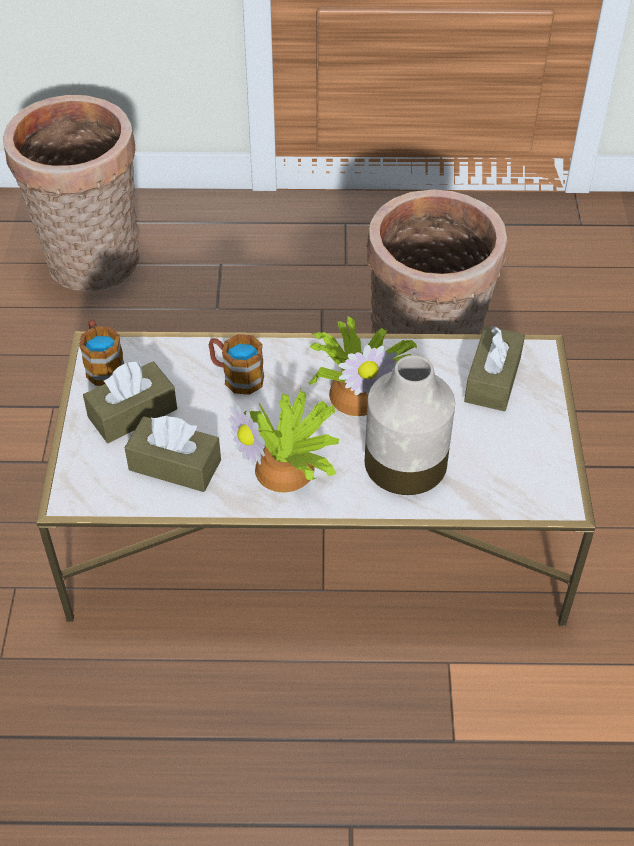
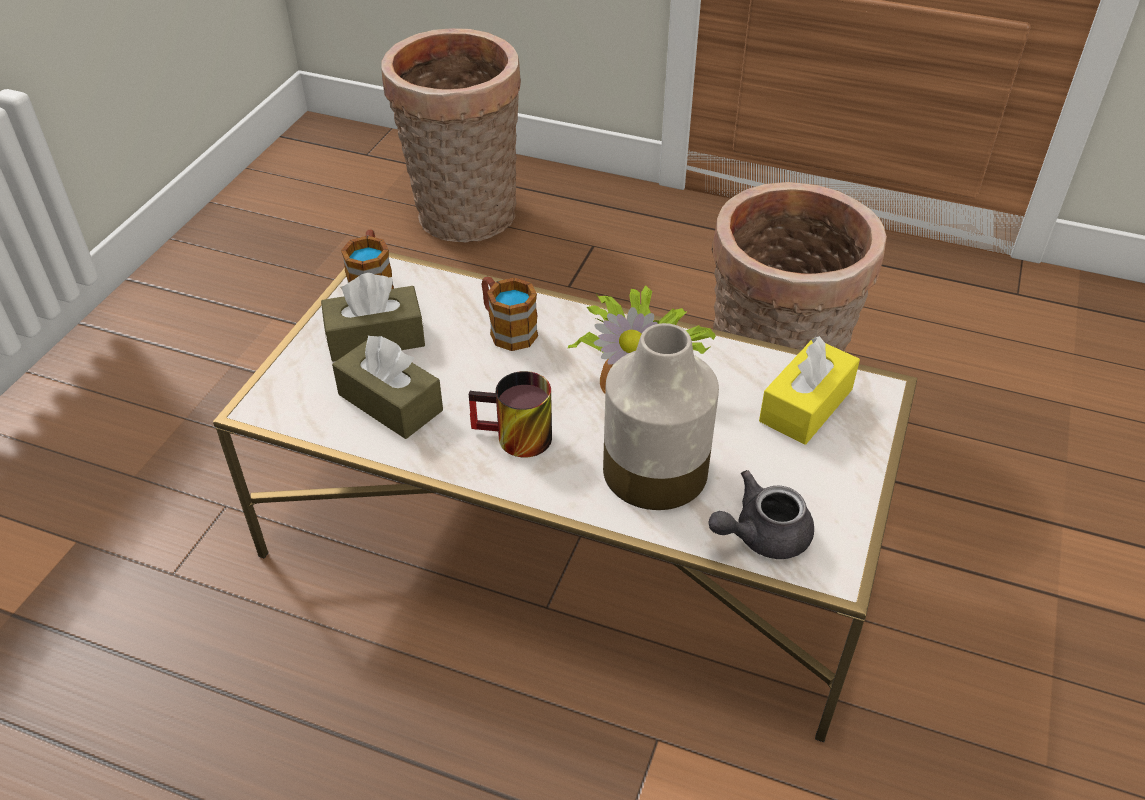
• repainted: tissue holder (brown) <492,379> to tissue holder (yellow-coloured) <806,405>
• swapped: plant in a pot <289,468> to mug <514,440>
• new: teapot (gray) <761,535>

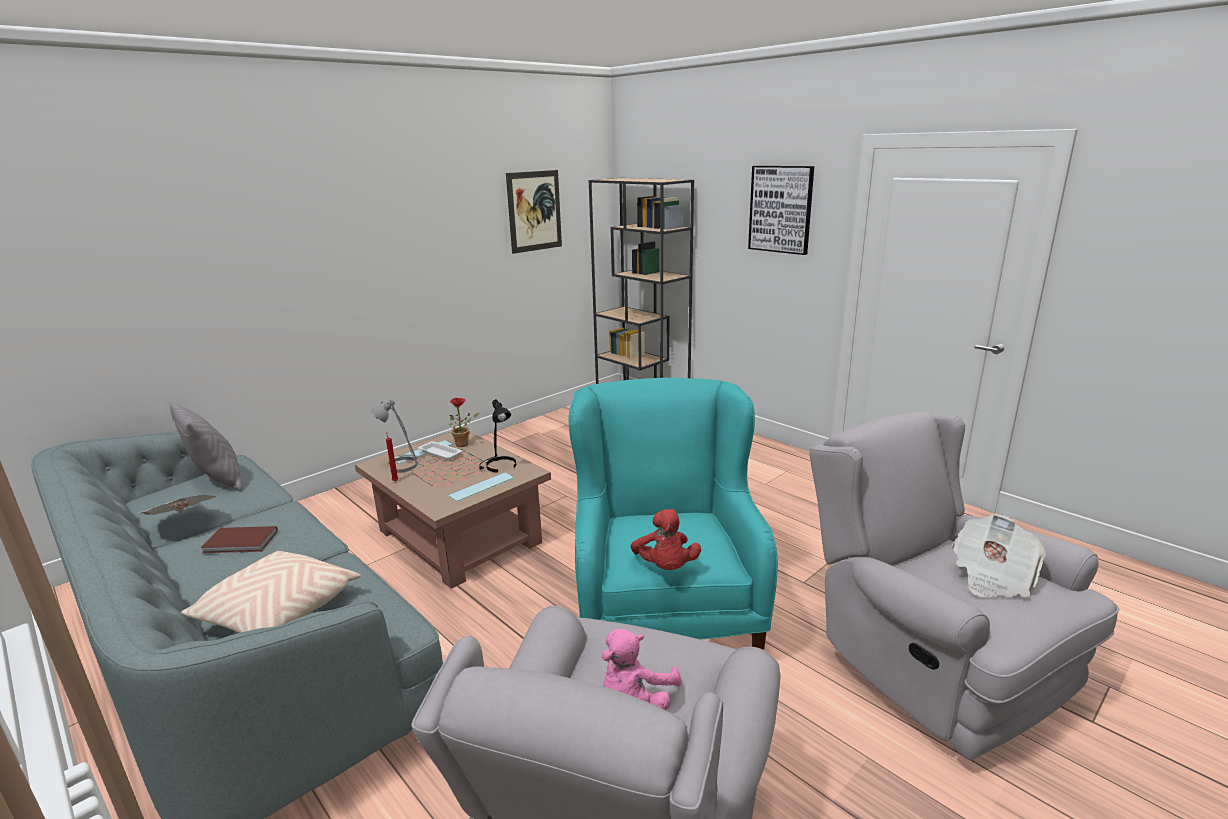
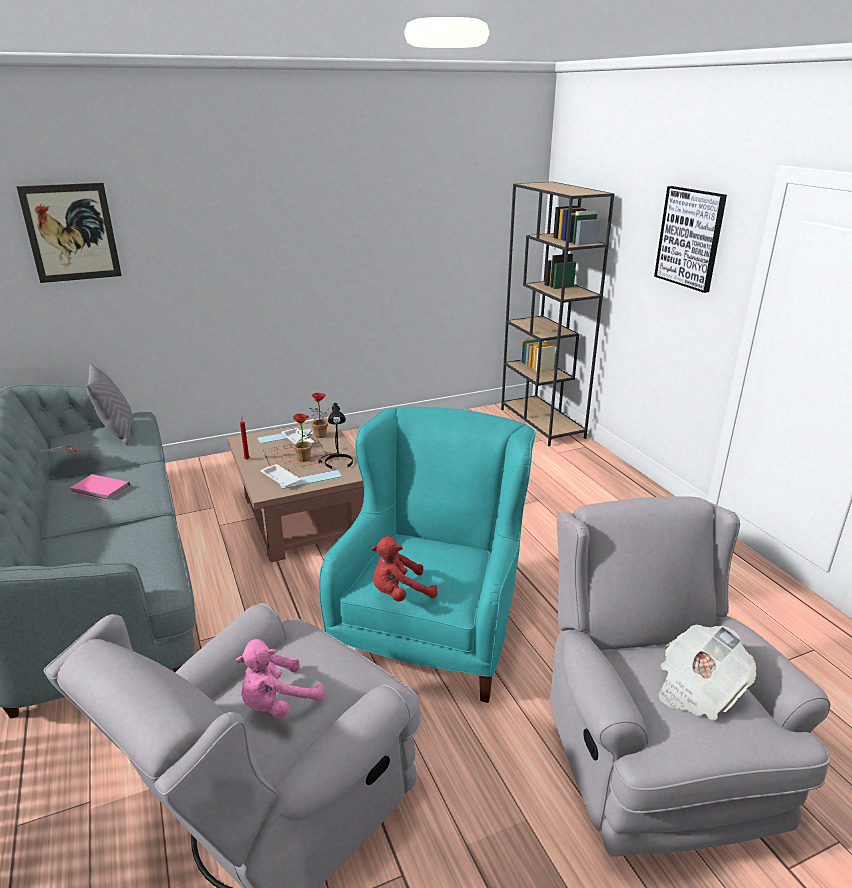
• shifted: wall picture <534,211> to <71,233>
• gone: lamp for a table (gray) <401,465>
• rotated: plush toy (red-coloured) <665,567> = <400,593> 60 degrees clockwise
• repainted: volume (brown) <241,542> to volume (pinkish) <100,489>
• gone: cushion (beige-coloured) <277,613>
• new: plant in a pot <305,459>
• new: serving tray (whitish) <280,478>

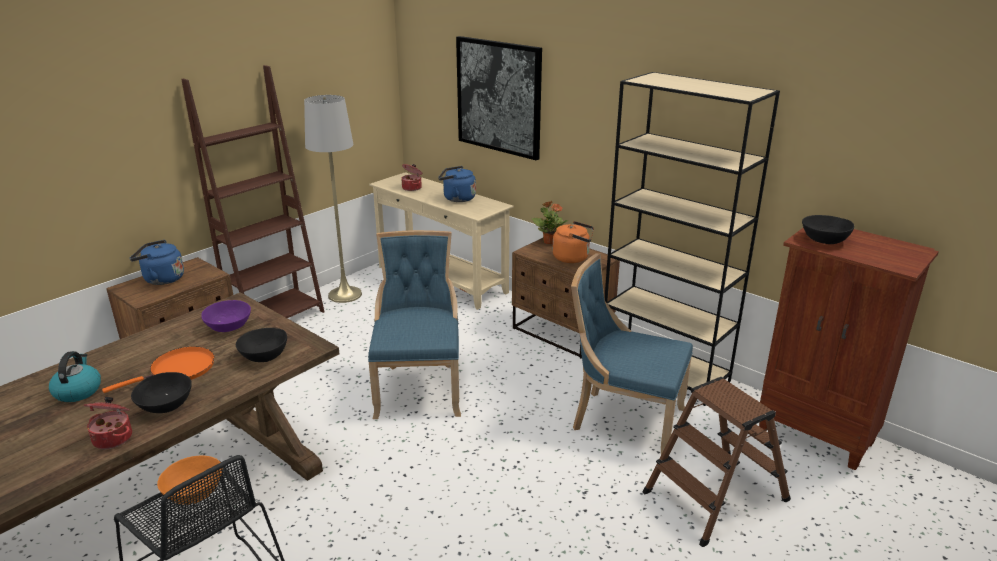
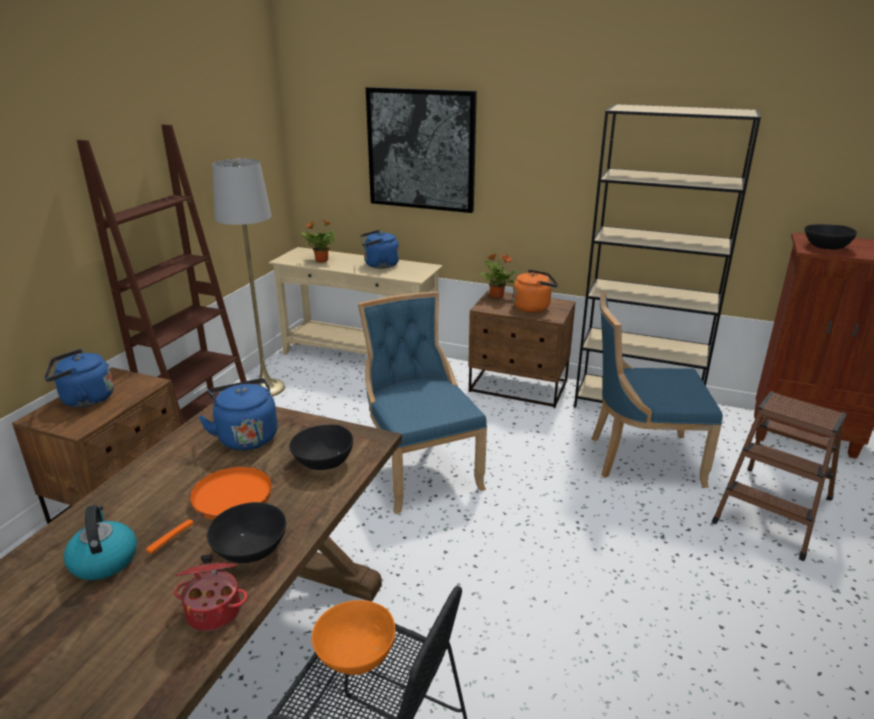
• swapped: saucepot <412,188> to plant in a pot <321,260>
• swapped: deep dish (purple) <229,327> to water kettle (blue-coloured) <246,436>

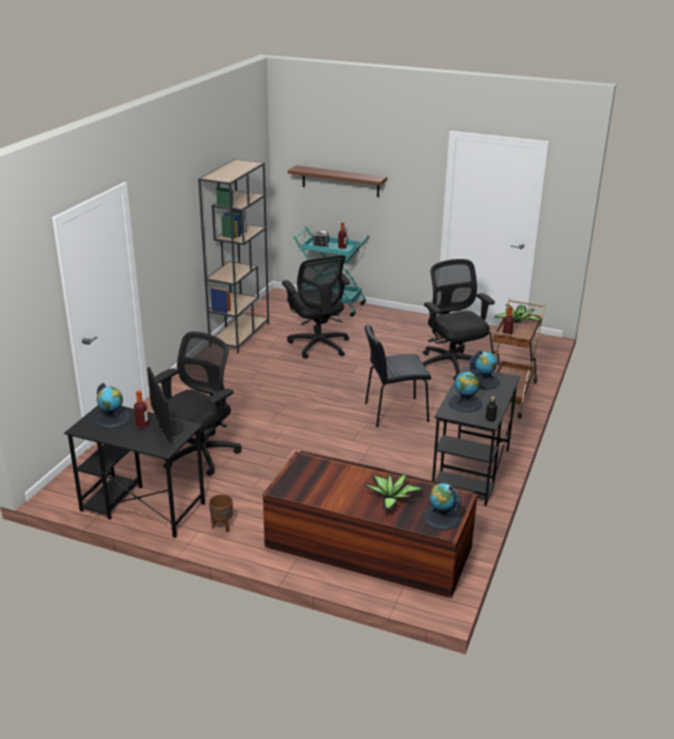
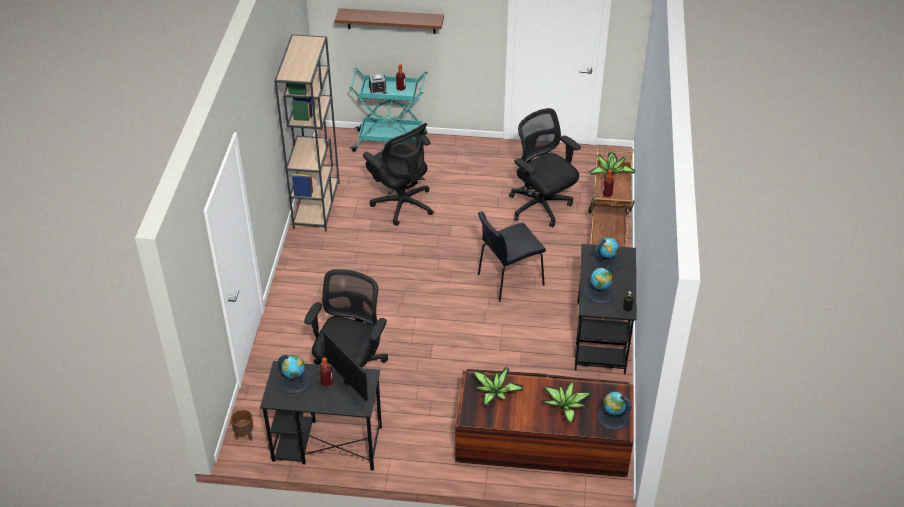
• shifted: plant pot (brown) <222,526> to <244,436>
• new: plant in a pot <495,393>

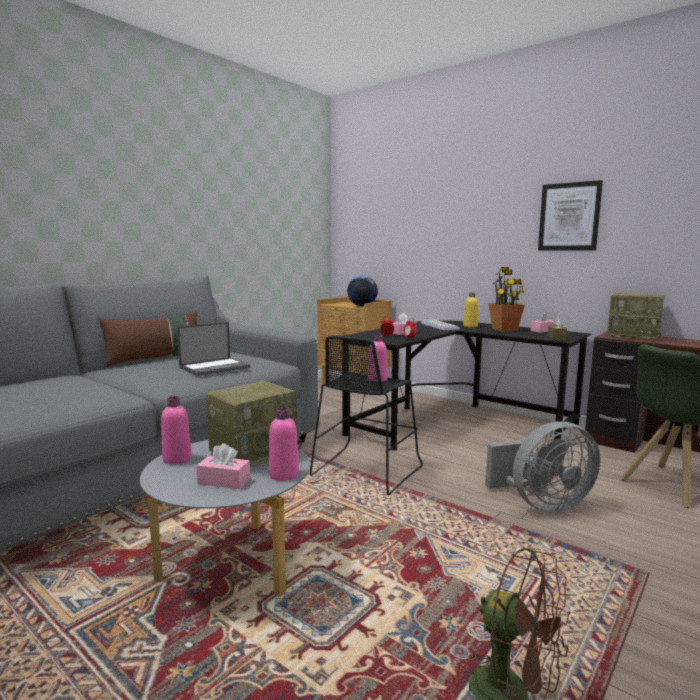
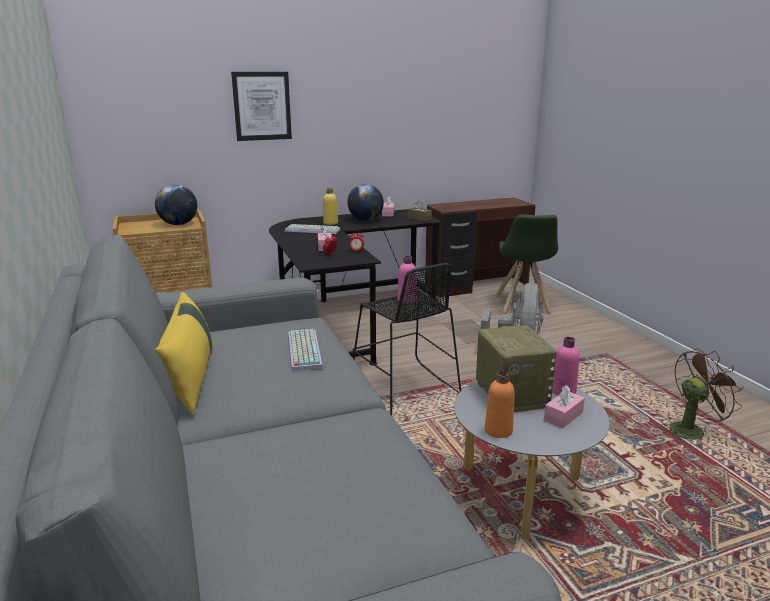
• shifted: wall picture <569,217> to <262,106>
• swapped: plant in a pot <505,329> to desk globe <365,220>
• gone: radio <634,336>
• repainted: cushion (brown) <155,359> to cushion (yellow-coloured) <191,379>
• swapped: laptop <215,367> to computer keyboard <302,350>
• repainted: beverage bottle (pinkish) <177,459> to beverage bottle (orangey) <498,430>

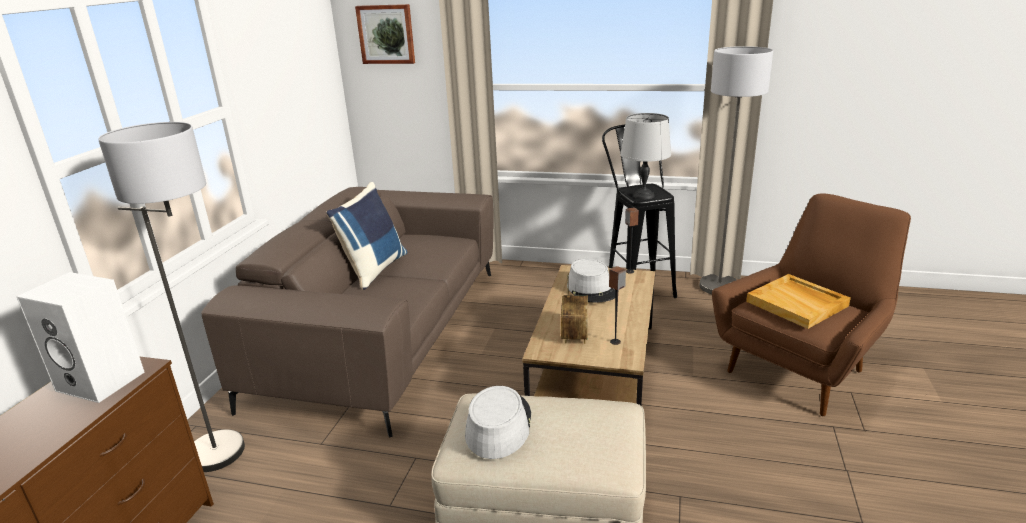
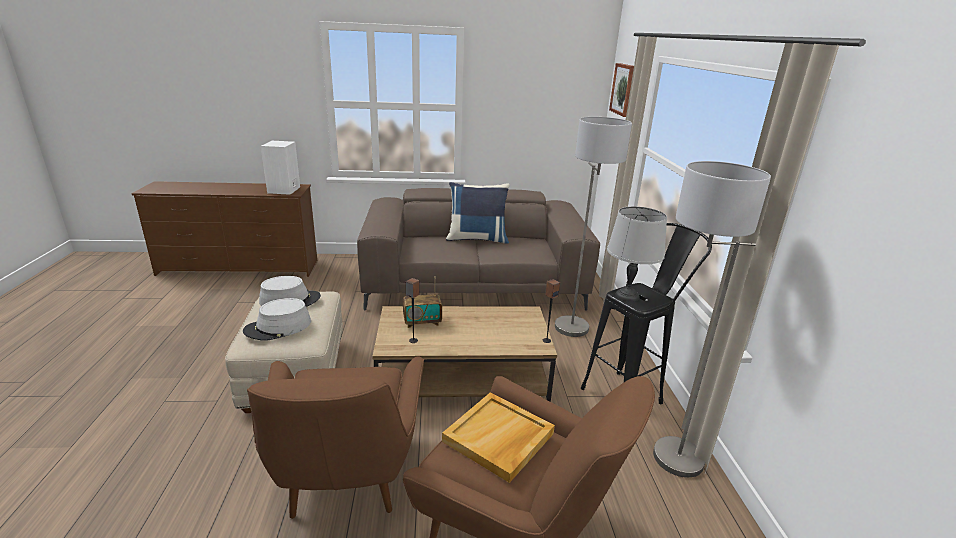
• shifted: standing lamp (gray) <230,455> to <574,333>
• shifted: hat (gray) <592,290> to <278,327>
• new: armchair (brown) <346,480>

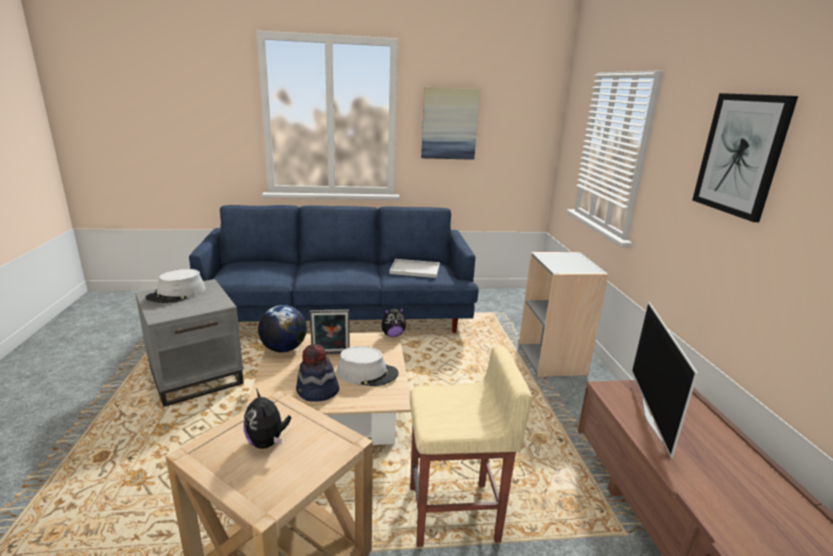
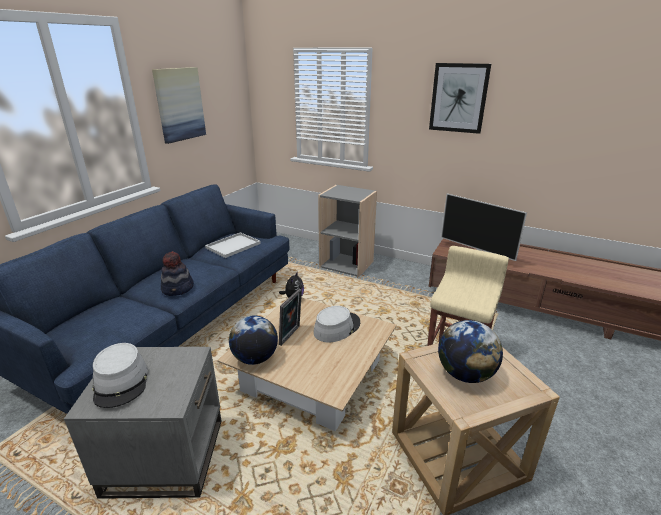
• shifted: hat <317,392> to <178,289>
• swapped: plush toy <267,442> to desk globe <465,374>

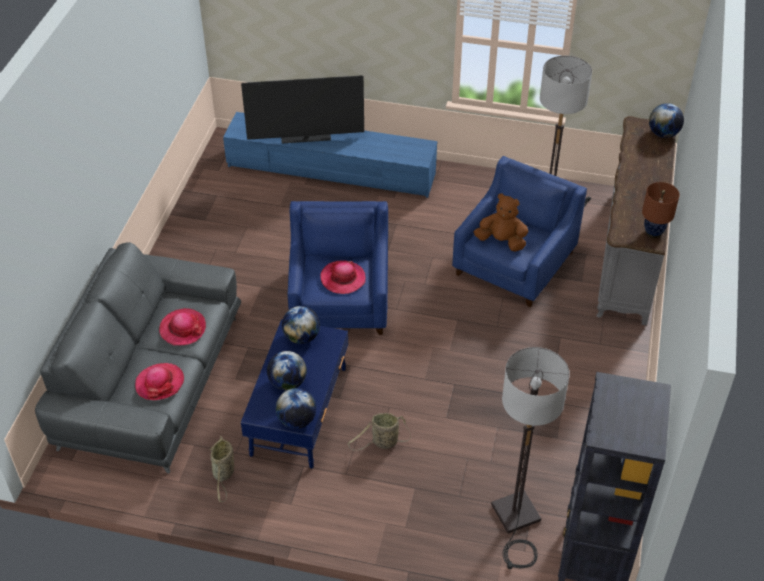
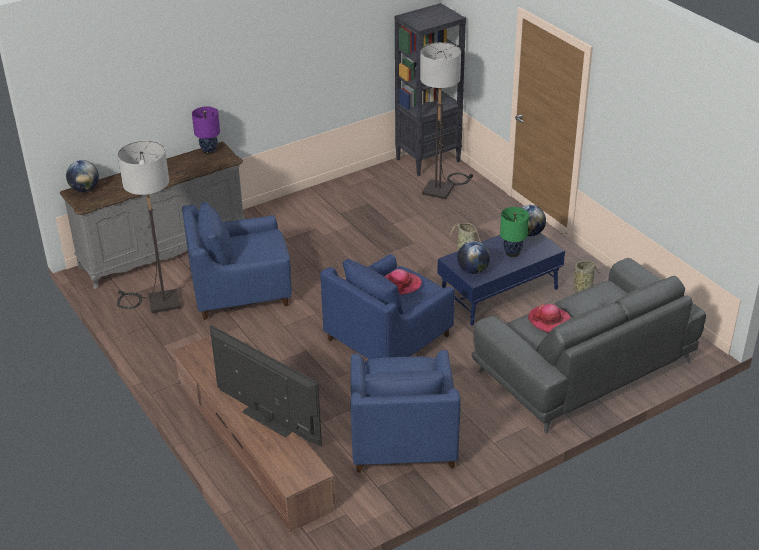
• repainted: media console (blue-coloured) <331,170> to media console (brown) <251,444>
• repainted: lamp for a table (brown) <653,232> to lamp for a table (purple) <209,151>
• gone: plush toy (brown) <501,241>
• swapped: desk globe <287,383> to lamp for a table (greenish) <512,253>
• gone: hat <160,383>
• new: armchair (blue-coloured) <402,434>

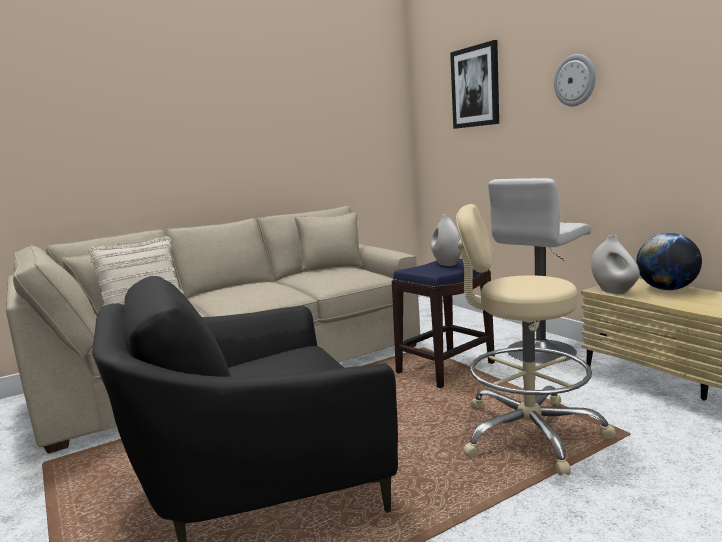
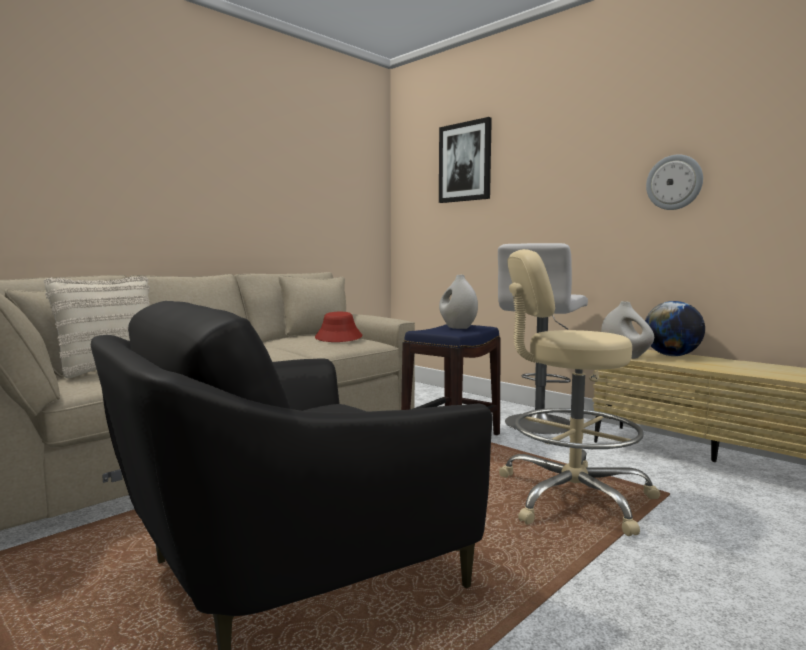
• shifted: hanging clock <575,80> to <674,182>
• new: hat (red-coloured) <339,337>

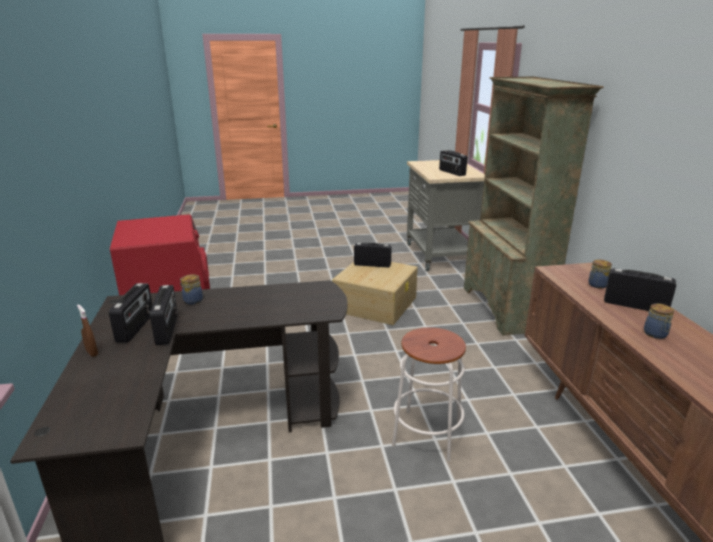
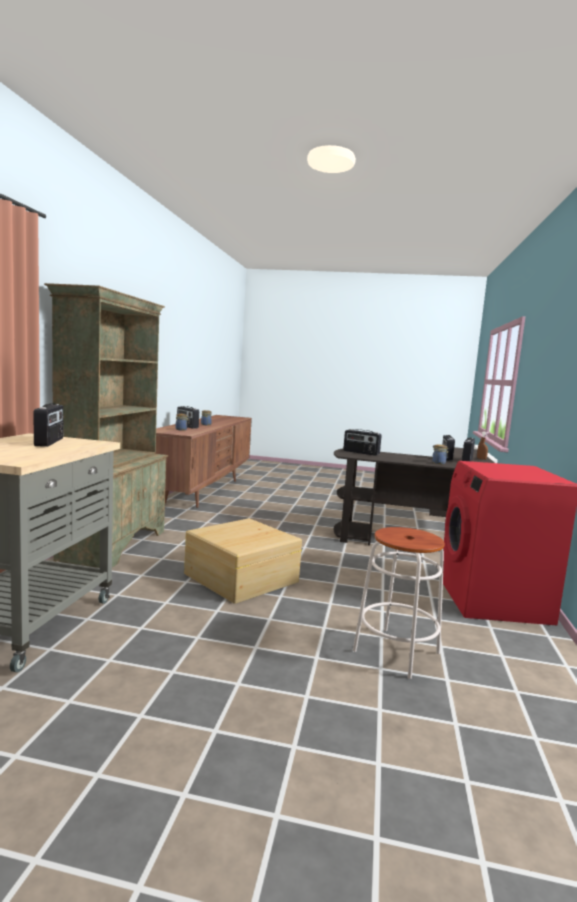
• shifted: radio <372,264> to <361,453>
• shifted: sitting stool (whitish) <427,434> to <396,652>

